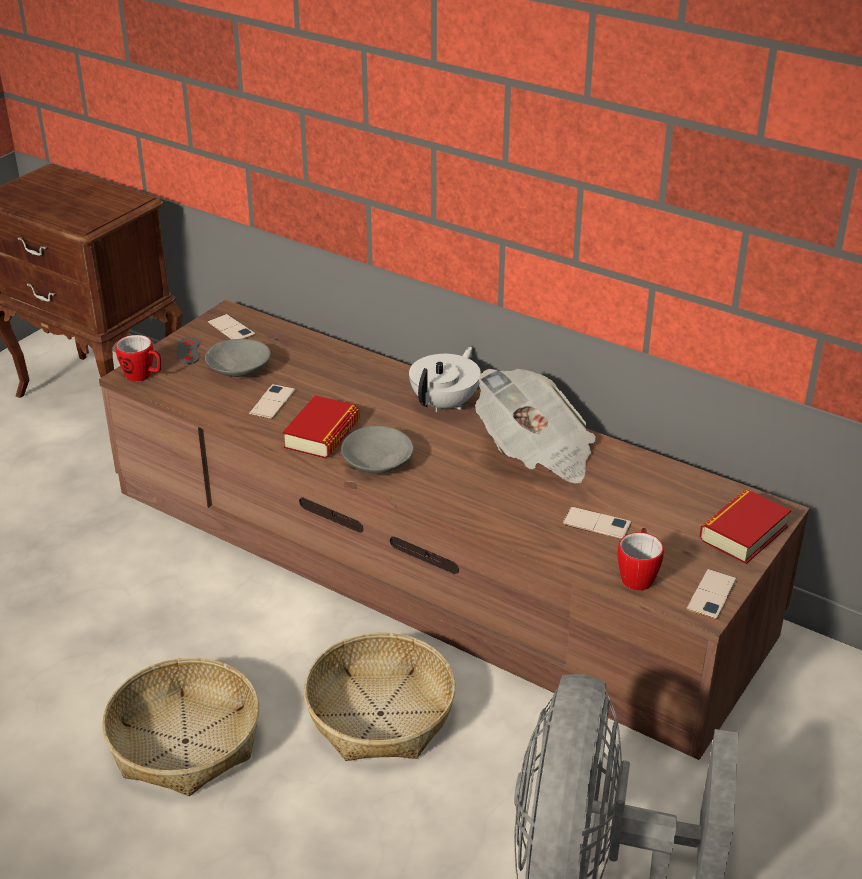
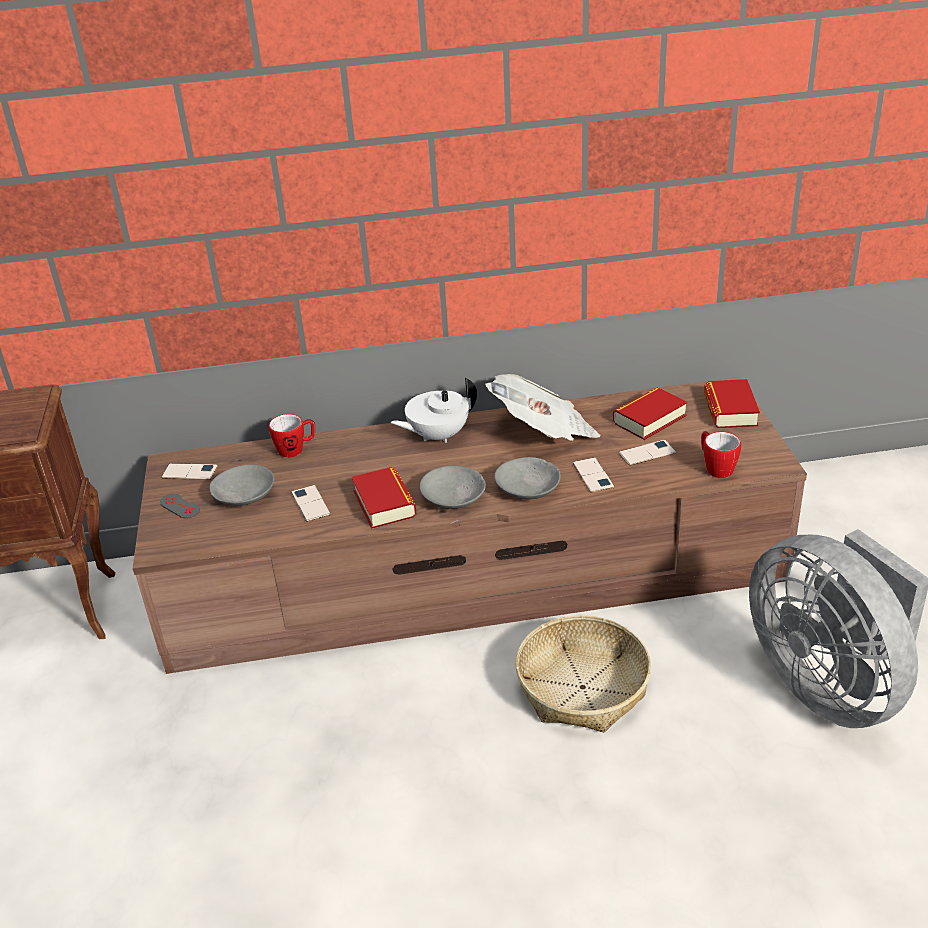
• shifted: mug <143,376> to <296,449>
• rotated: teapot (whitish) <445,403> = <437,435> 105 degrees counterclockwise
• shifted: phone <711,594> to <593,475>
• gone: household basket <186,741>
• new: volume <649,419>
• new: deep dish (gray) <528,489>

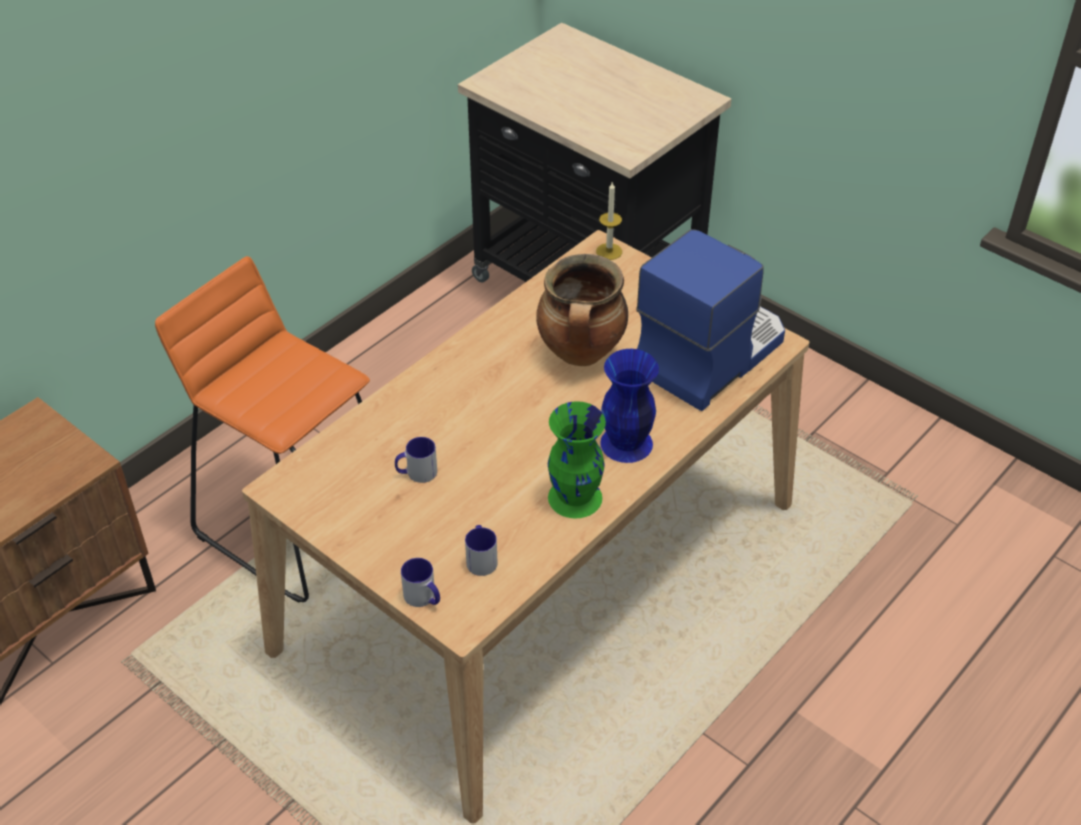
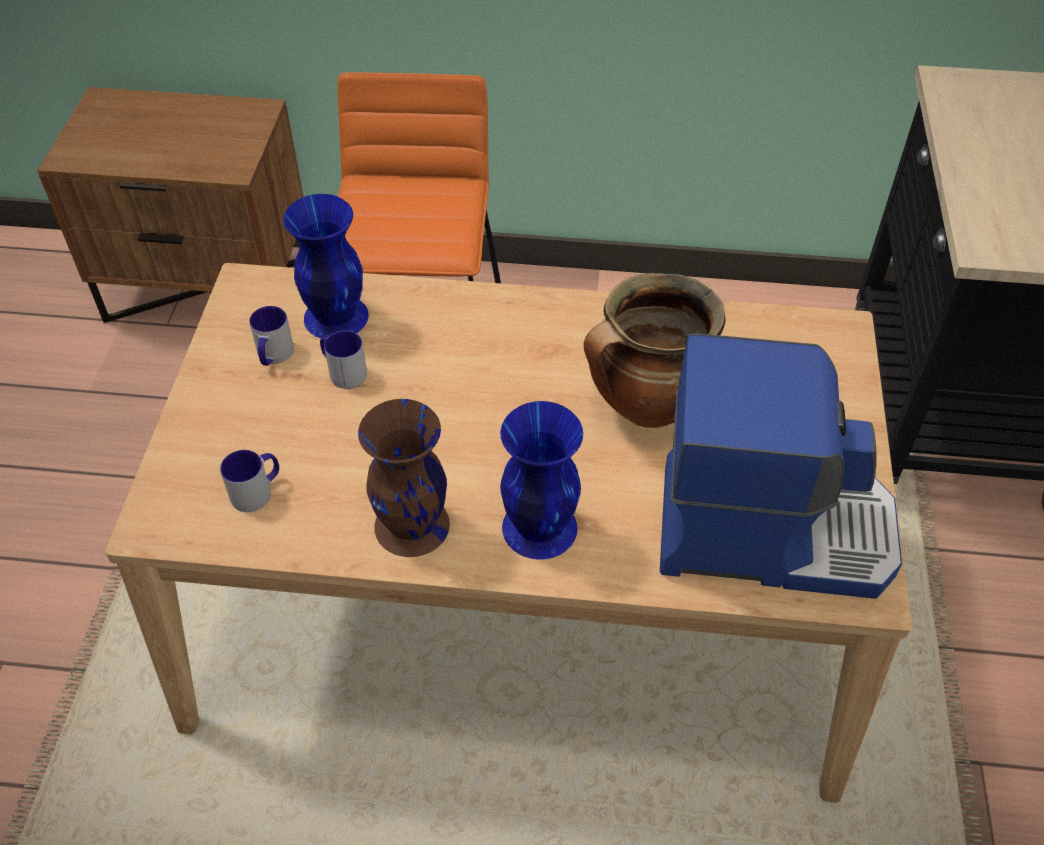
• gone: wax candle <609,251>
• repainted: flower vase (greenish) <575,498> to flower vase (brown) <411,526>
• shifted: mug <423,598> to <273,355>
• new: flower vase (blue-coloured) <334,316>

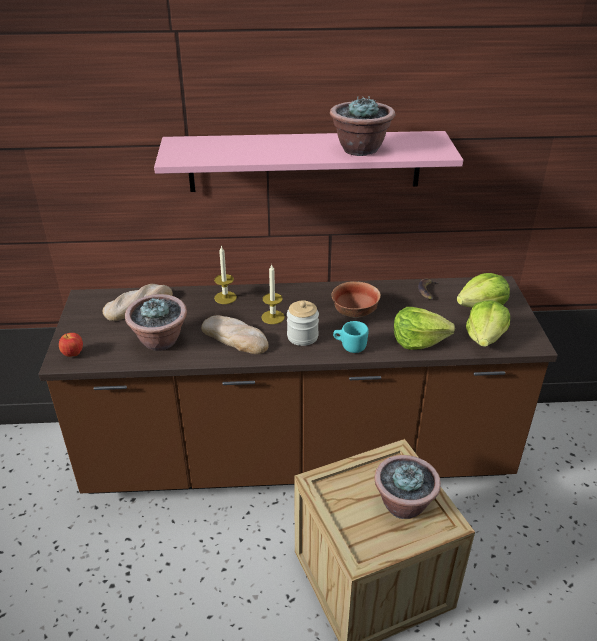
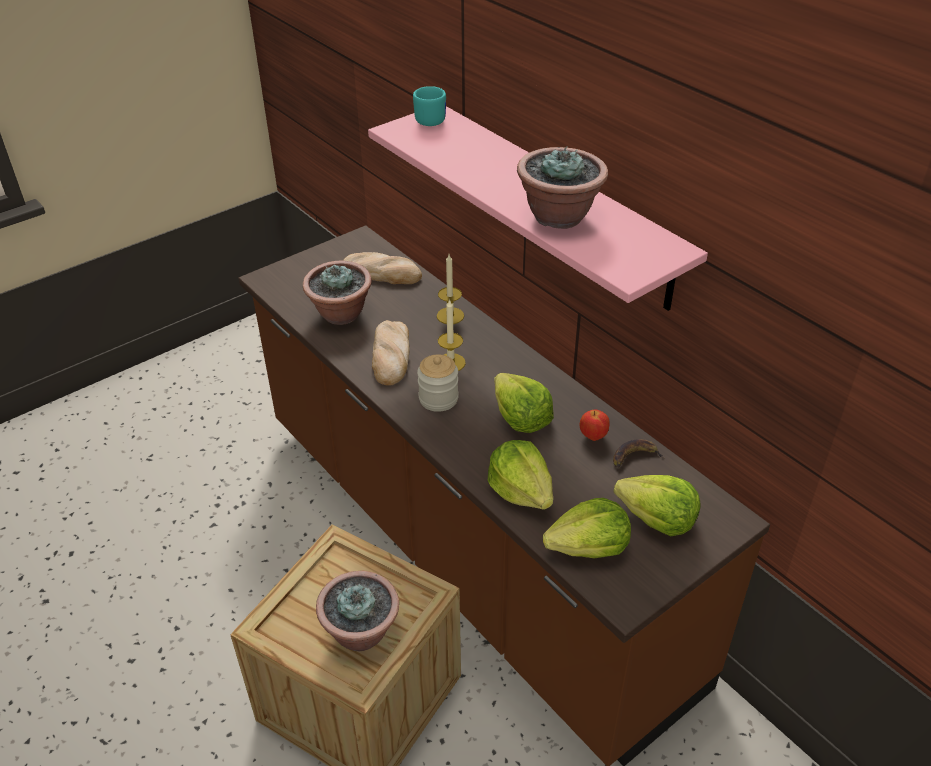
• swapped: deep dish <355,313> to lettuce head <520,418>
• shifted: mug (turquoise) <350,346> to <429,119>
• shifted: apple fruit <73,354> to <593,436>

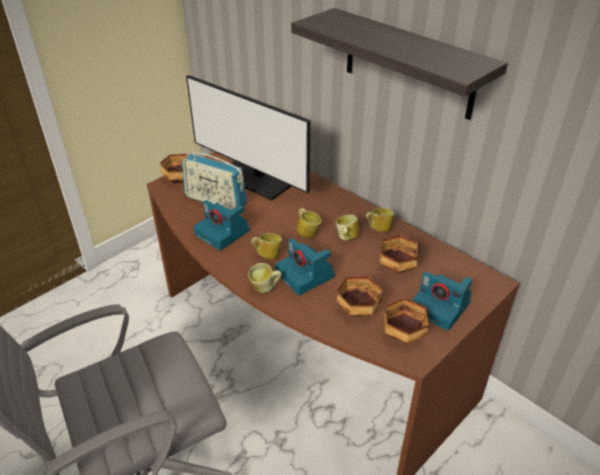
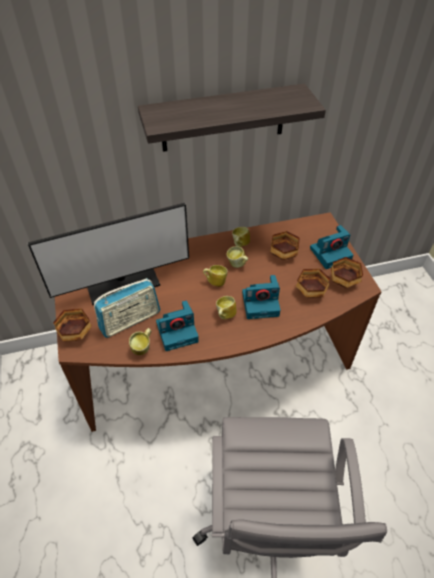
• shifted: mug <265,288> to <143,348>

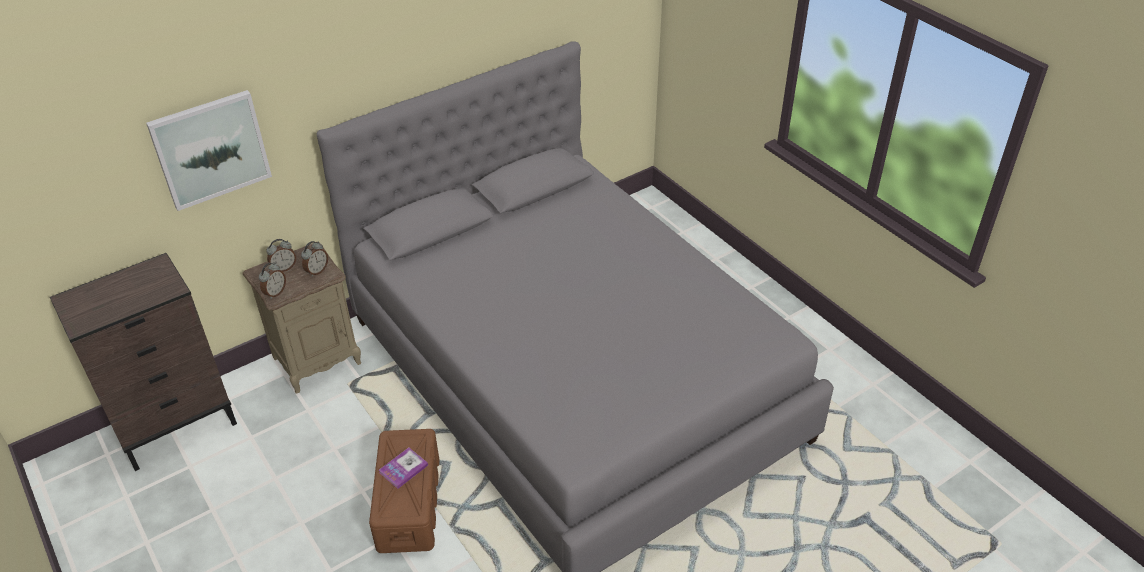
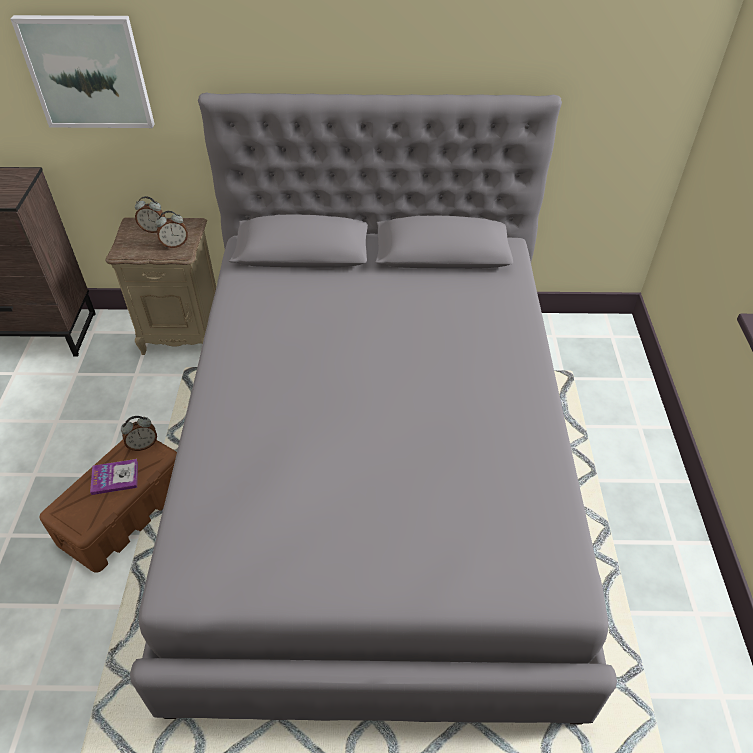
• shifted: table clock <275,292> to <143,445>

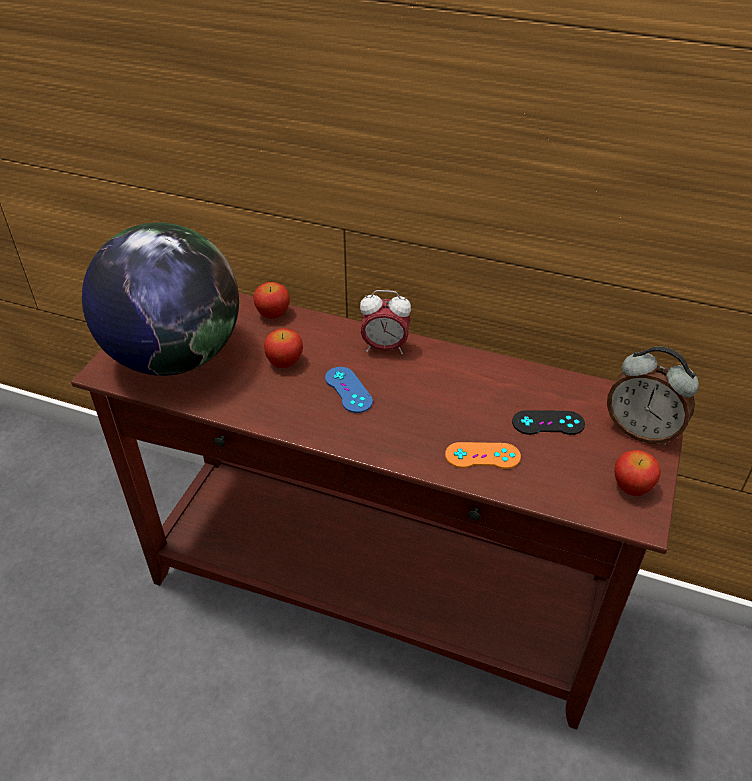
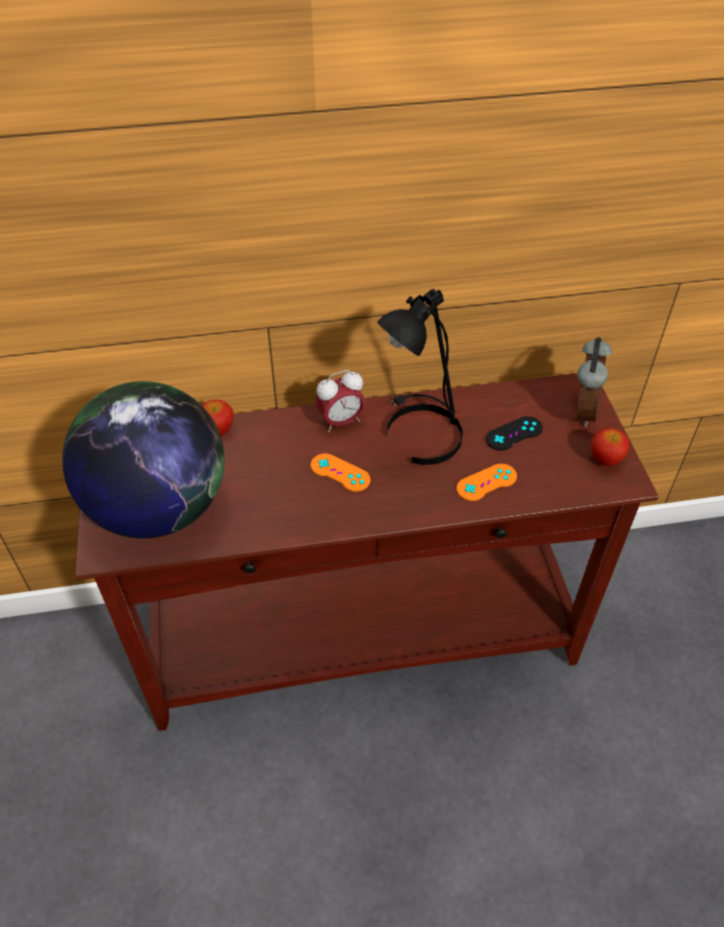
• gone: apple fruit <285,362>
• rotated: table clock <641,430> = <582,411> 75 degrees counterclockwise
• repainted: gamepad (blue-coloured) <348,390> to gamepad (orangey) <340,473>
• new: lamp for a table (black-coloured) <420,433>

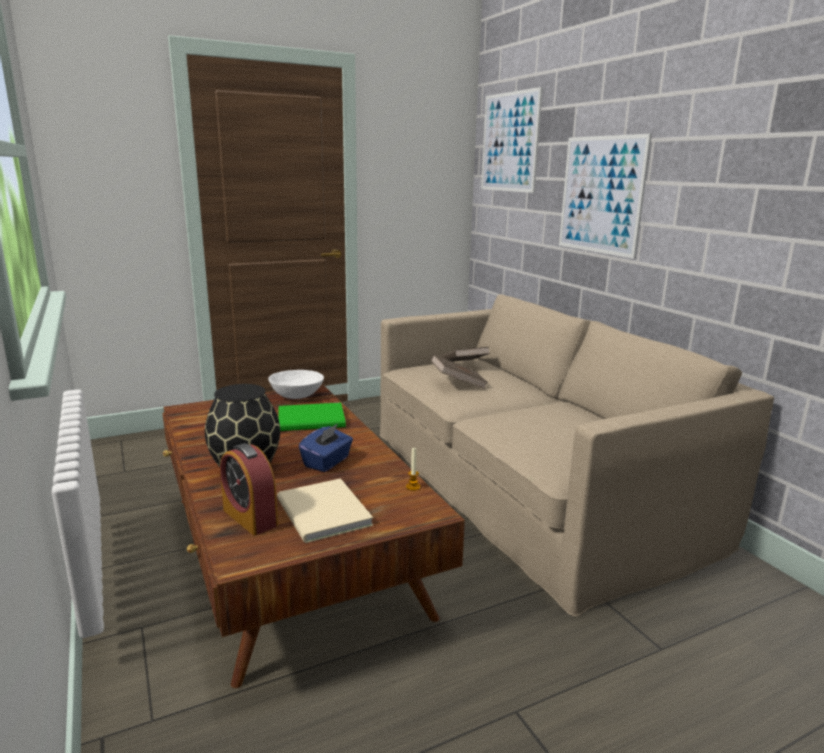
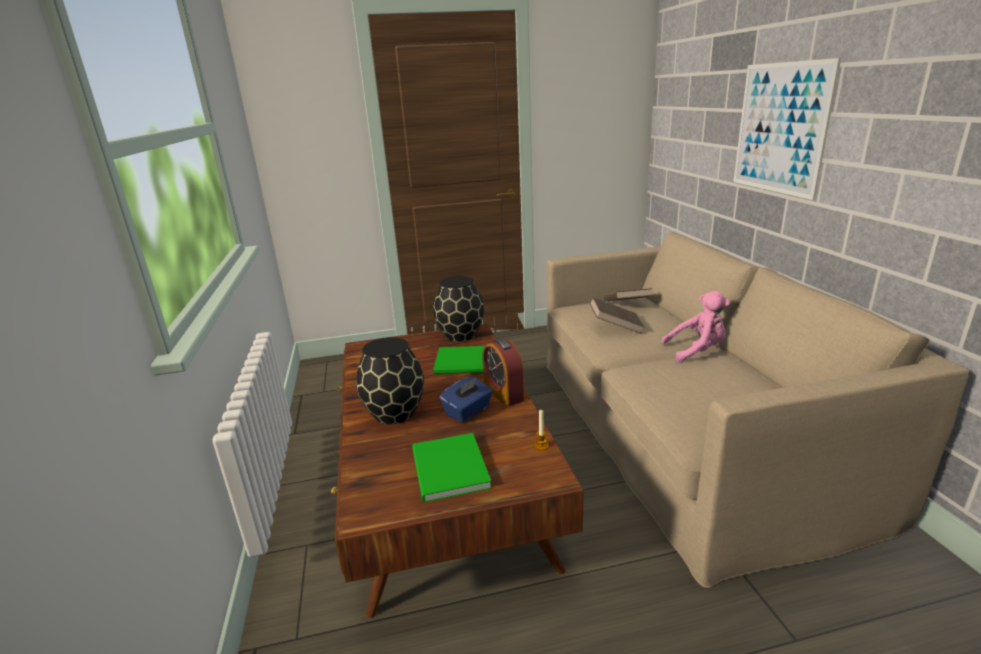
• gone: wall picture <510,142>
• swapped: deep dish (whitish) <297,396> to flower vase (black-coloured) <460,335>
• shifted: table clock <250,517> to <504,393>
• repainted: volume (beige-coloured) <322,514> to volume (greenish) <448,470>
• new: plush toy (pinkish) <697,351>

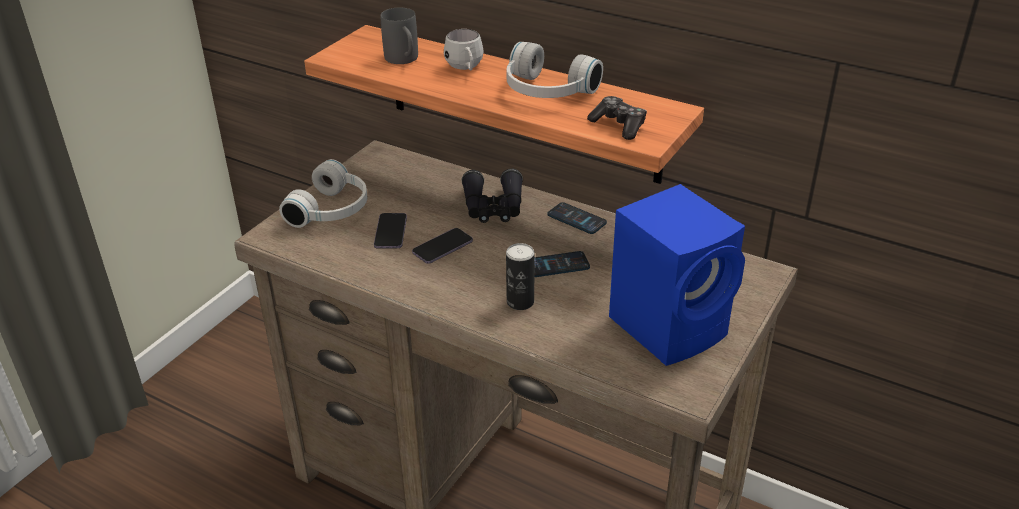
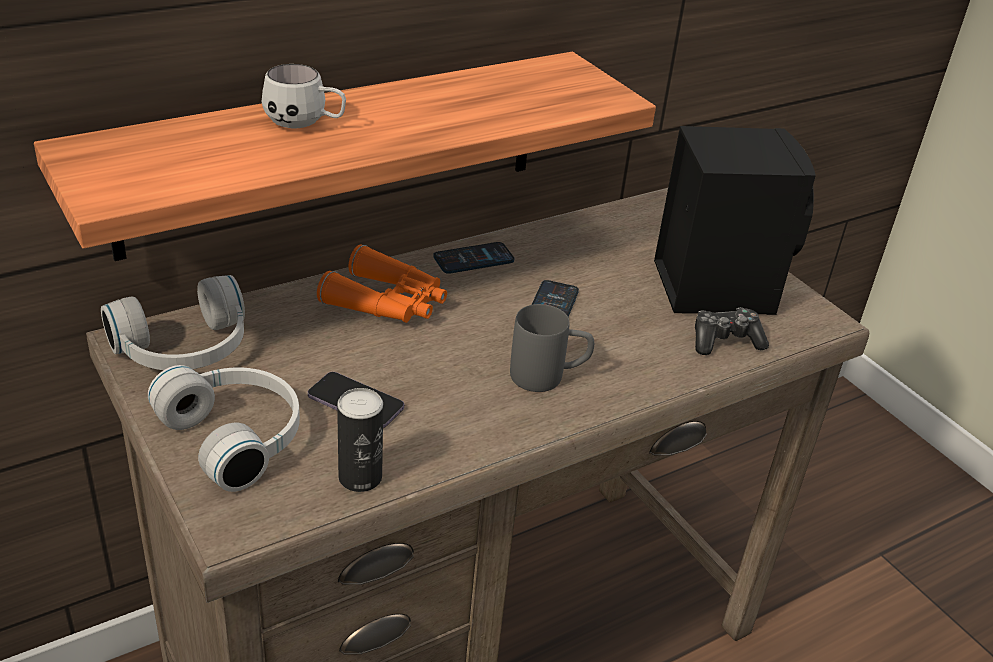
• shifted: mug (gray) <404,60> to <548,377>
• shifted: headphones (whitish) <546,91> to <185,350>
• shifted: gamepad <619,125> to <725,341>
• repainted: pair of binoculars (black-coloured) <493,208> to pair of binoculars (orangey) <388,303>
• repainted: audio speaker (blue-coloured) <671,326> to audio speaker (black-coloured) <714,285>
• gone: phone <442,247>
• shifted: metal can <520,302> to <360,477>

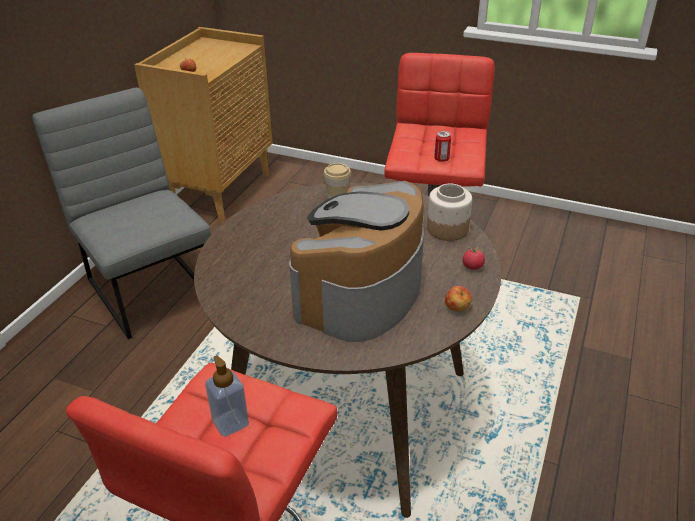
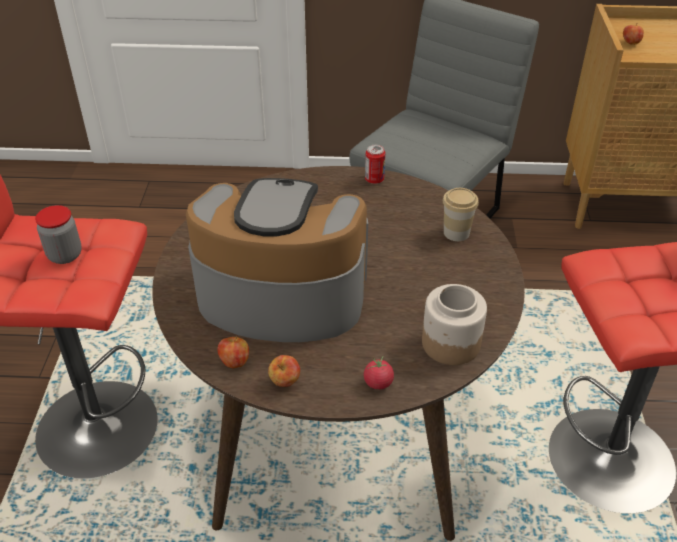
• shifted: metal can <441,159> to <374,180>
• swapped: soap dispenser <230,423> to jar <65,255>
• new: apple fruit <234,362>

